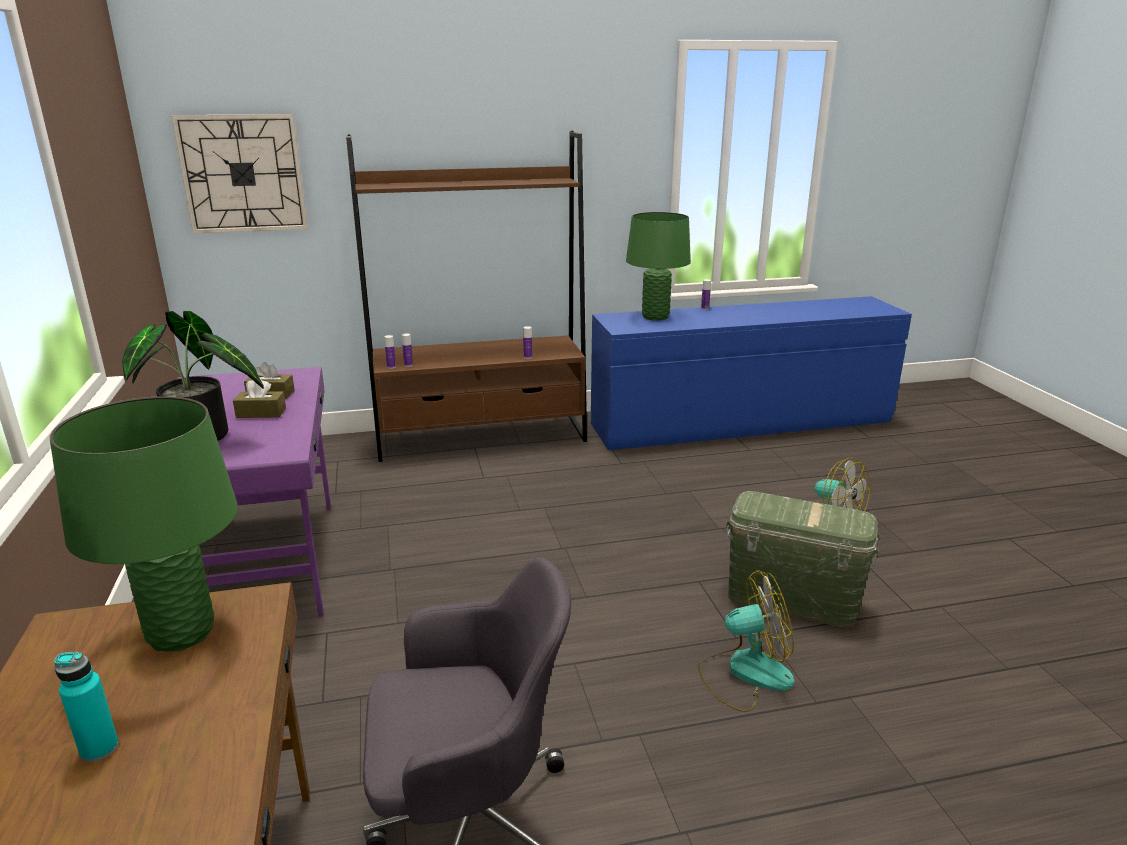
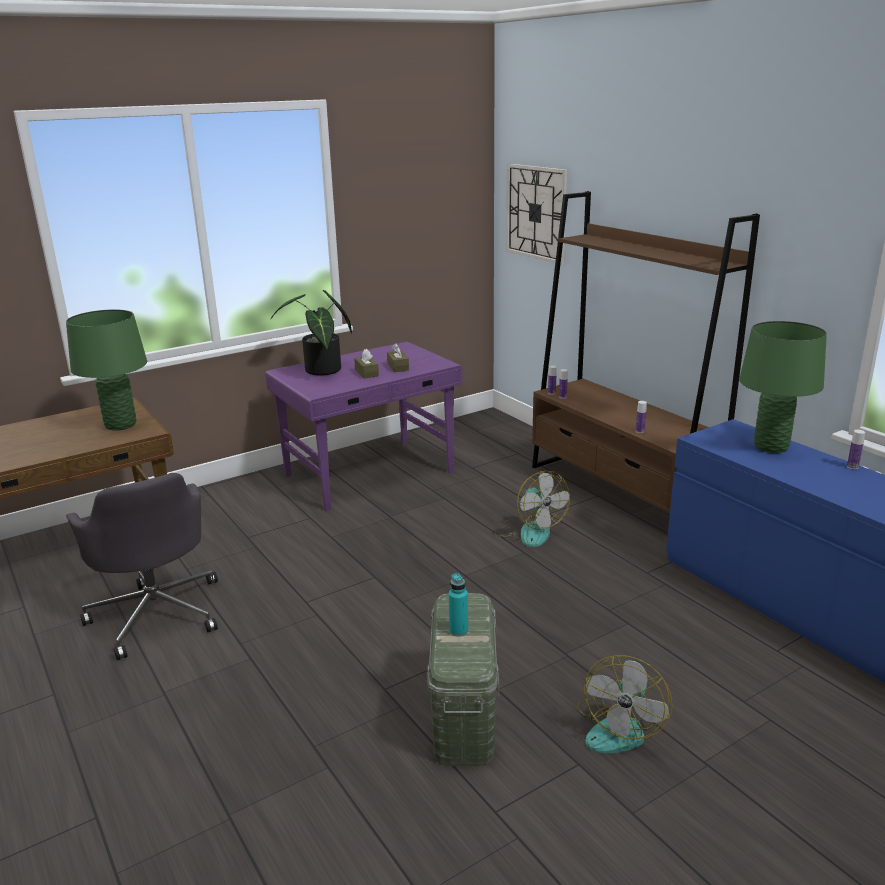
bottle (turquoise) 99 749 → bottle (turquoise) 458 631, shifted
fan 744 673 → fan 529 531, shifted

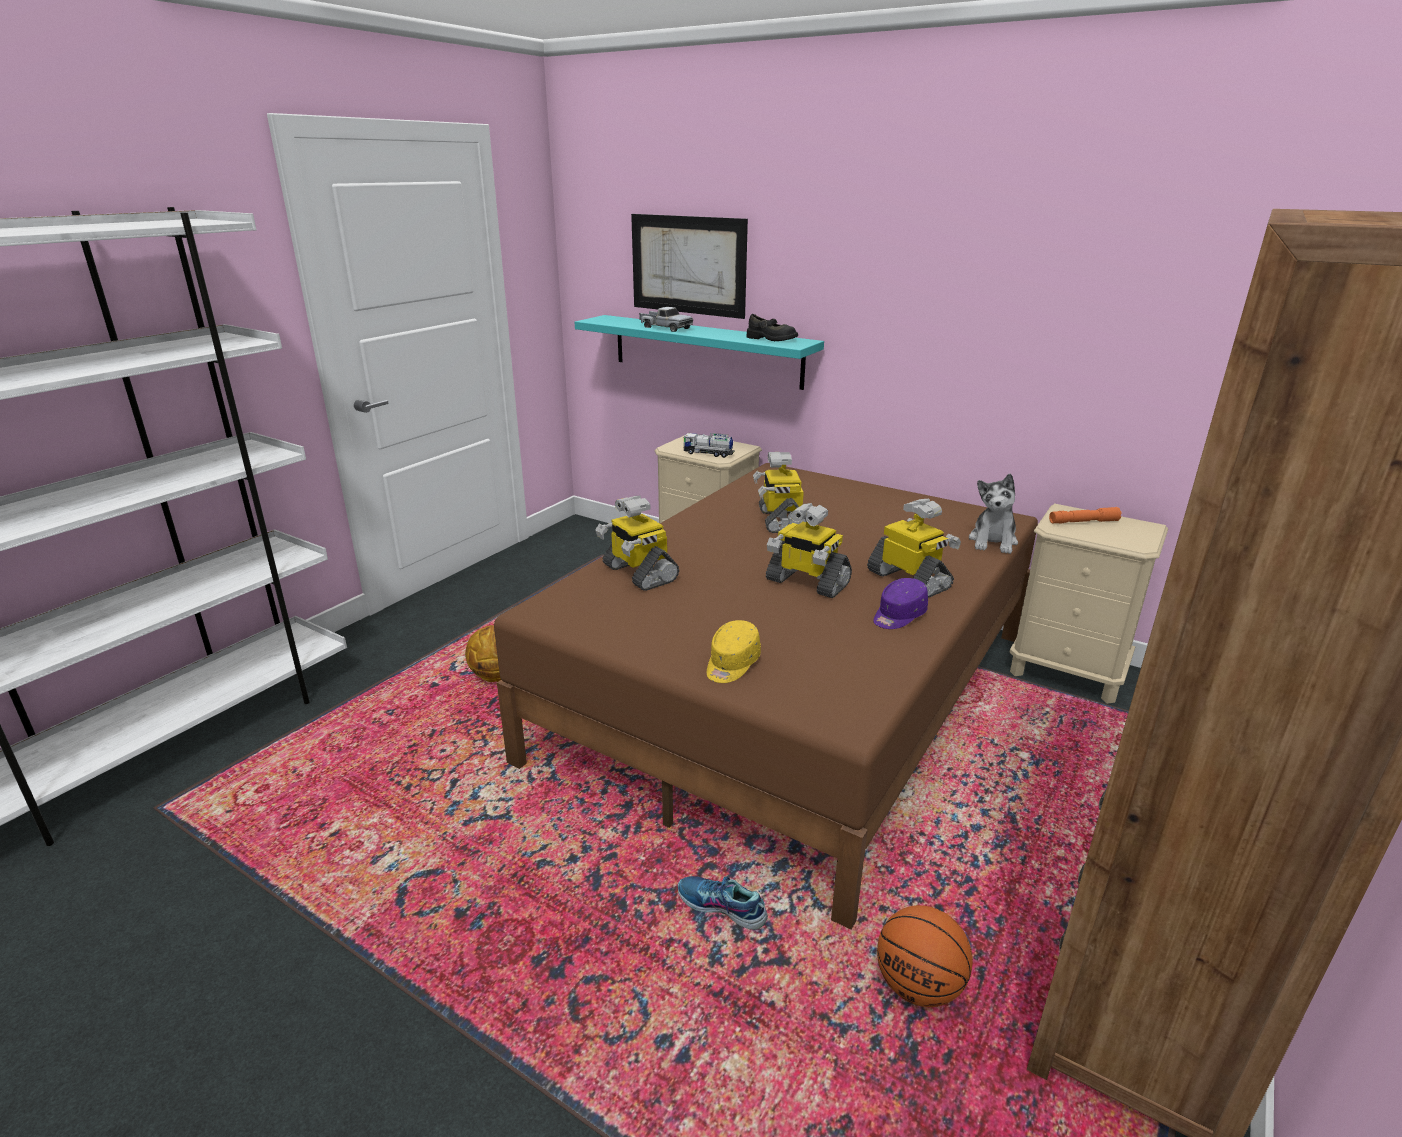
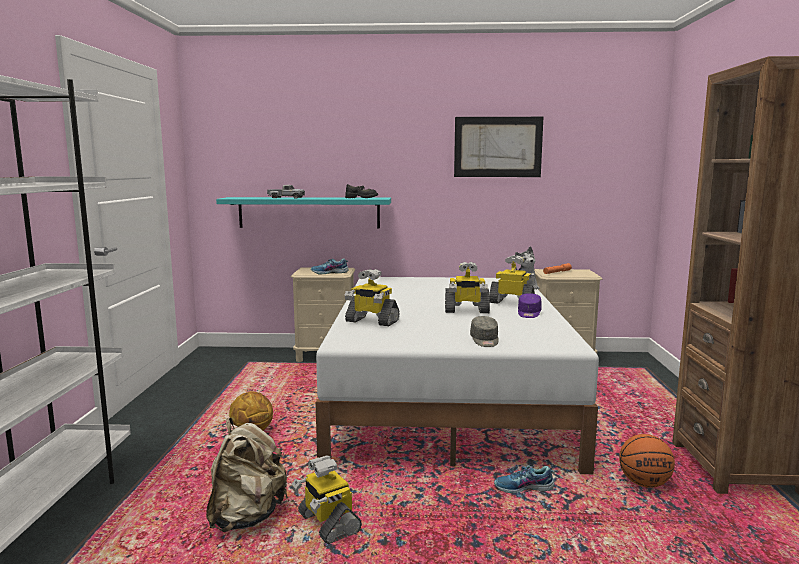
- → backpack (beige) 247 517
picture 688 265 → picture 498 147, shifted
toy robot 780 520 → toy robot 327 524, shifted
toy truck 708 453 → shoe 329 273
bed (brown) 793 694 → bed (white) 447 397
cap (yellow) 731 664 → cap (grey) 484 340

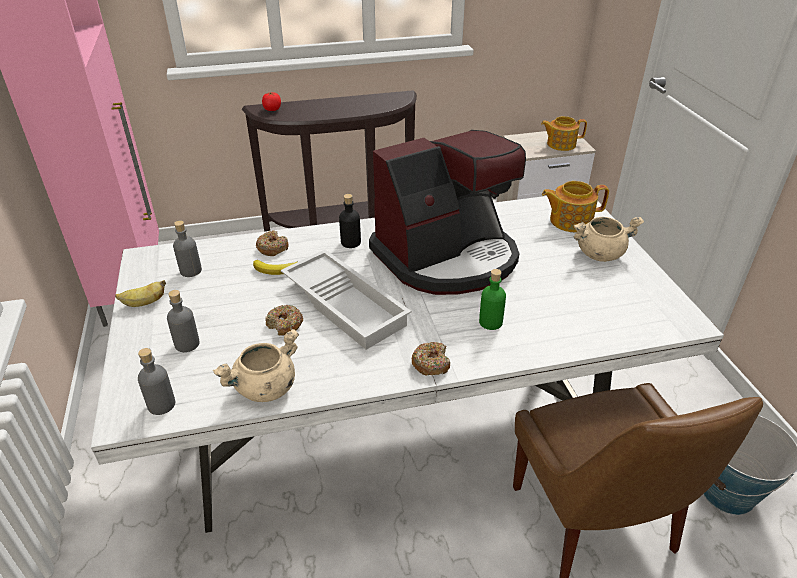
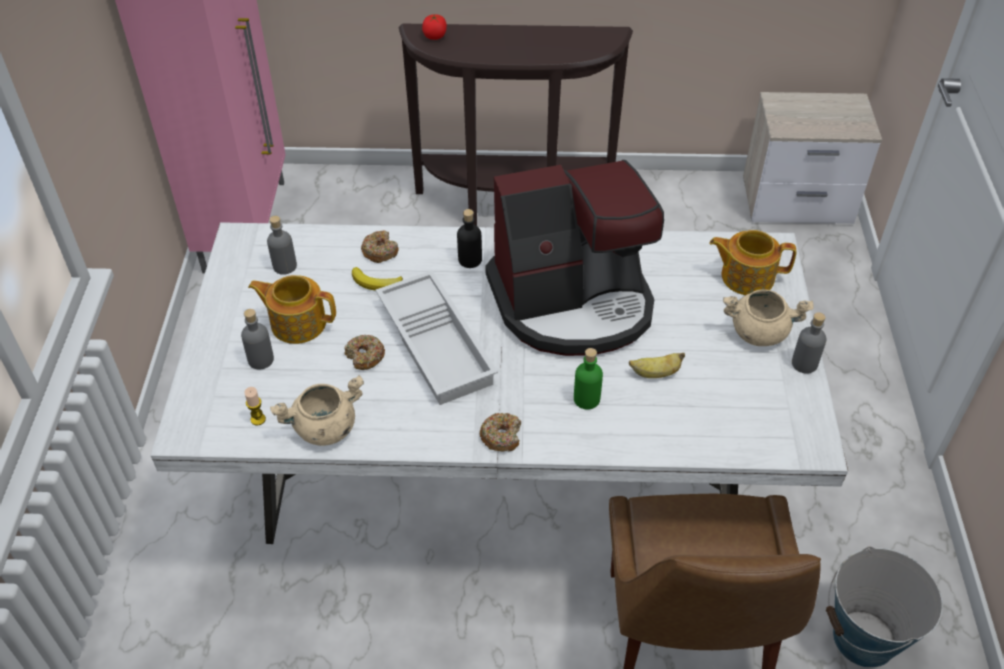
- → candle 258 419
banana 144 303 → banana 655 373, shifted
bottle (grey) 161 404 → bottle (grey) 804 363, shifted
teapot 560 144 → teapot 297 322, shifted

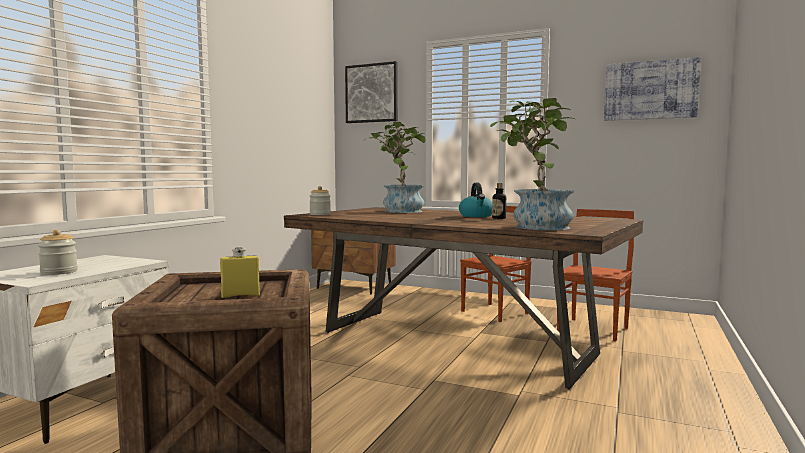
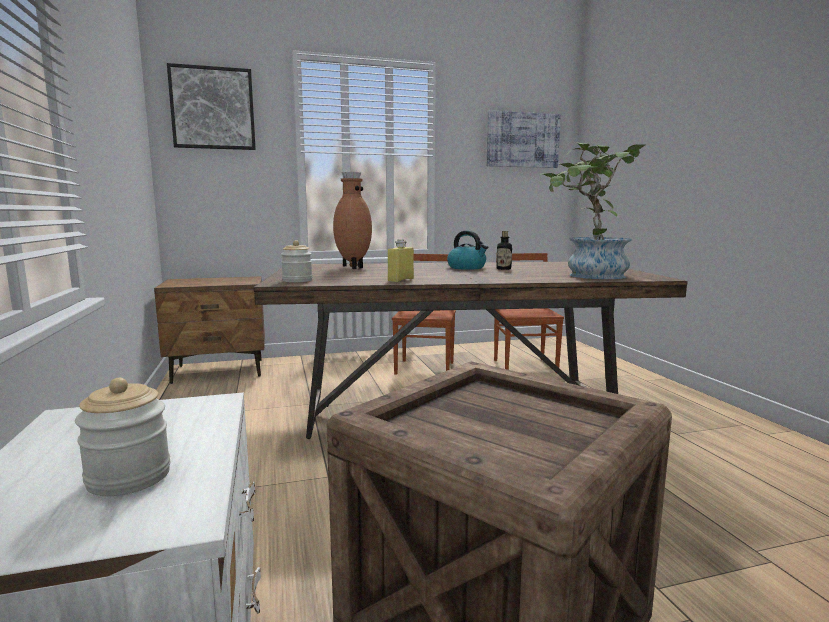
bottle (yellow) 240 295 → bottle (yellow) 400 280, shifted
potted plant 398 211 → vase (brown) 352 267

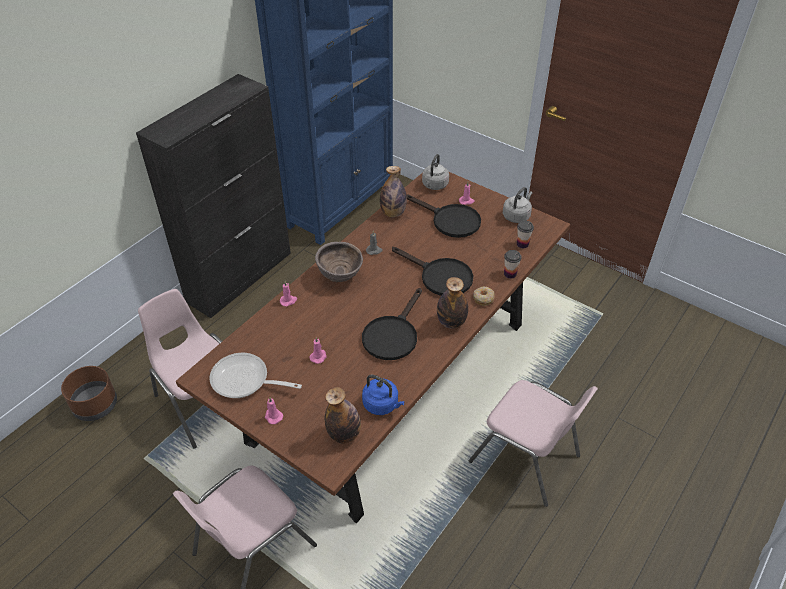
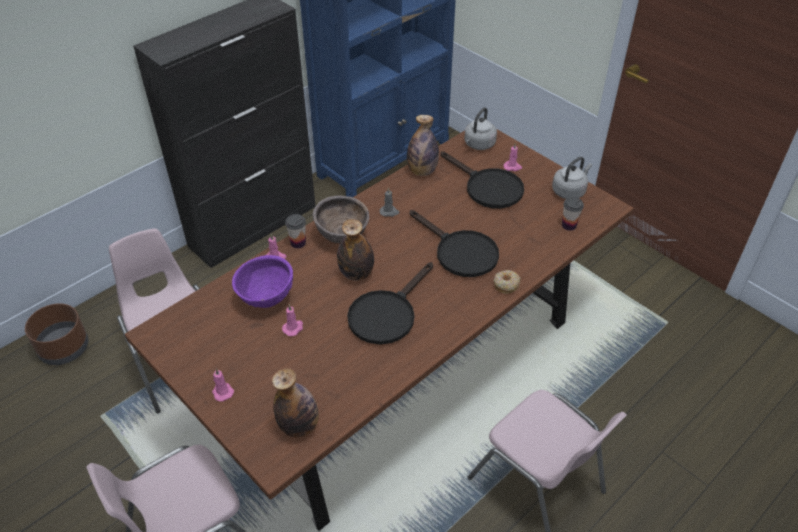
frying pan 245 381 → -
kettle (blue) 382 405 → -
- → bowl (purple) 266 299
bottle 451 322 → bottle 356 273, shifted
cup 510 274 → cup 298 243, shifted

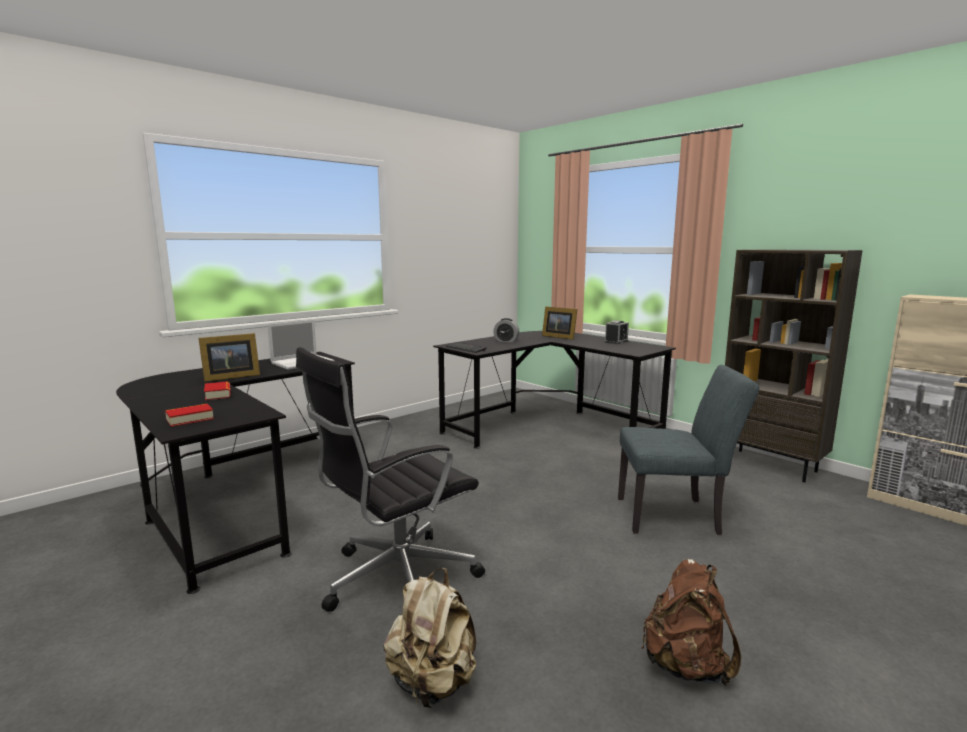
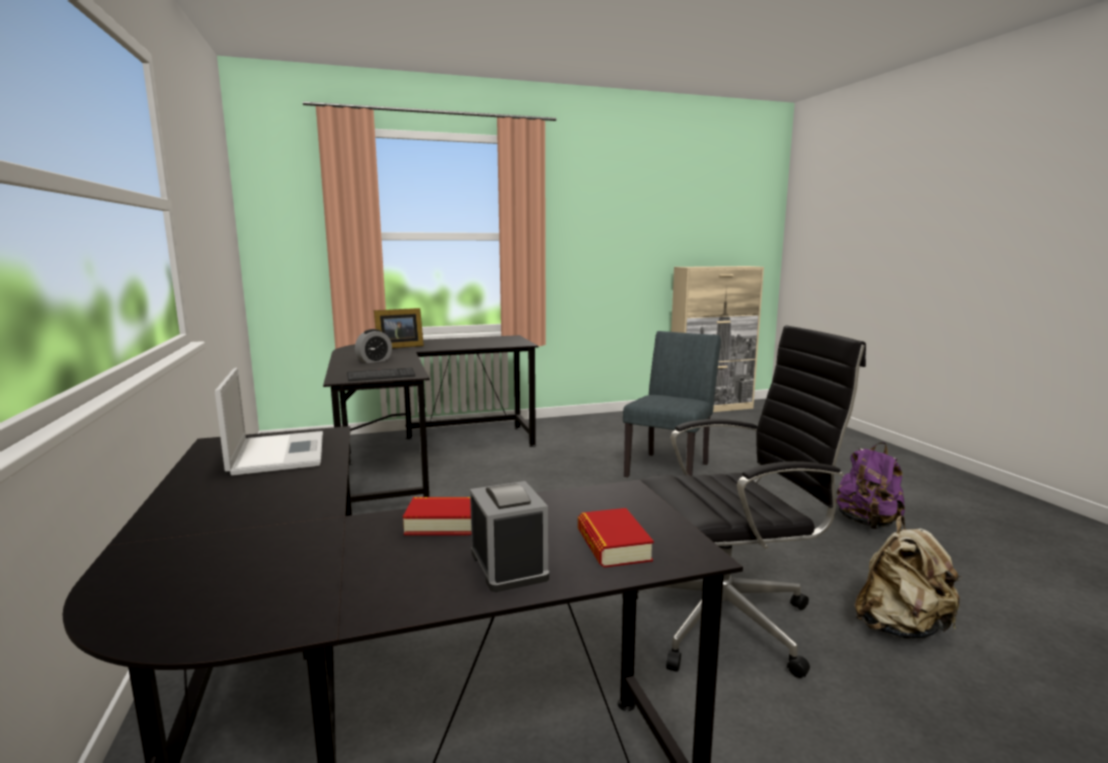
picture frame 229 377 → -
bookcase (brown) 771 465 → -
alarm clock 616 341 → alarm clock 508 565, shifted
backpack (brown) 685 665 → backpack (purple) 867 523
office chair (black) 395 580 → office chair (black) 726 619, 90 degrees counterclockwise

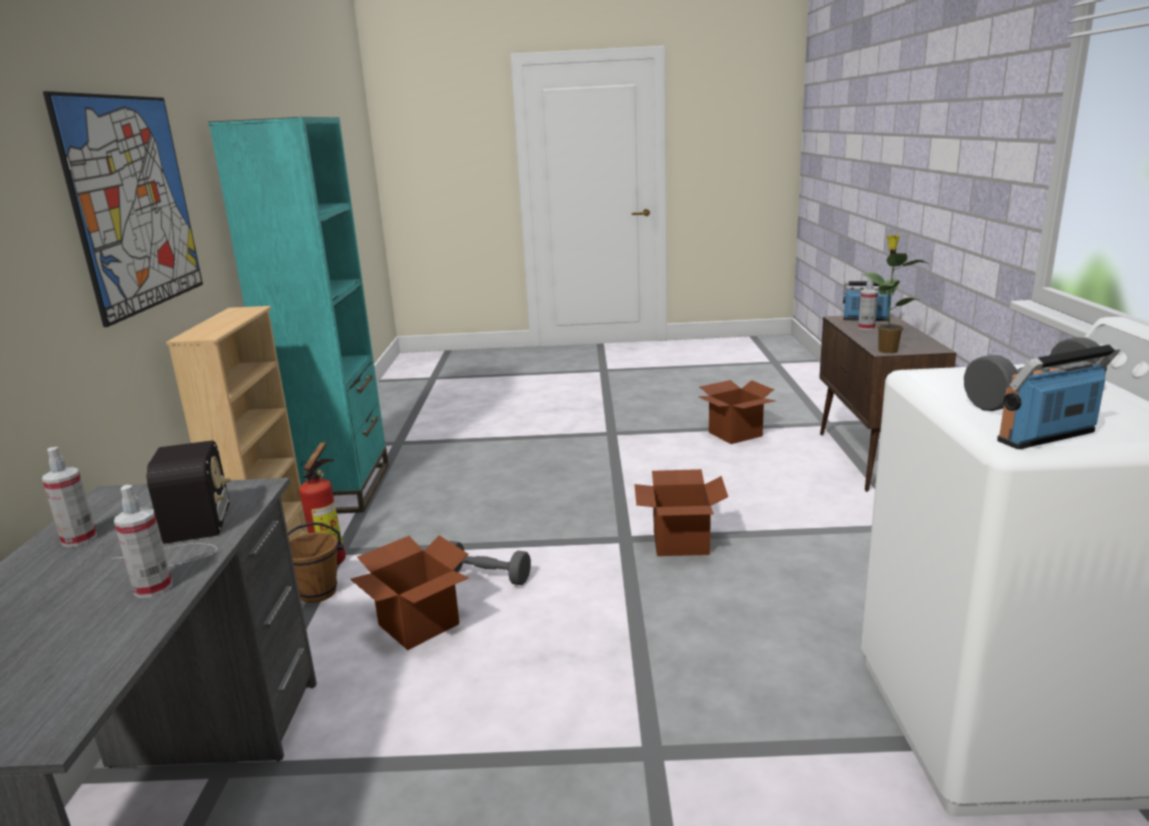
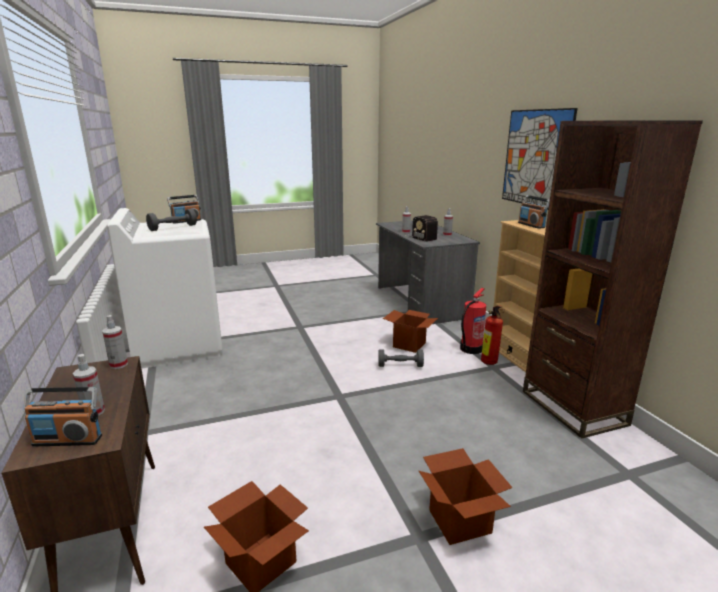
- → radio 531 225
cardboard box 681 542 → cardboard box 459 522, shifted
bucket (brown) 317 593 → fire extinguisher 470 349
potted plant 887 350 → spray bottle 118 365
bookcase (turquoise) 340 489 → bookcase (brown) 573 408

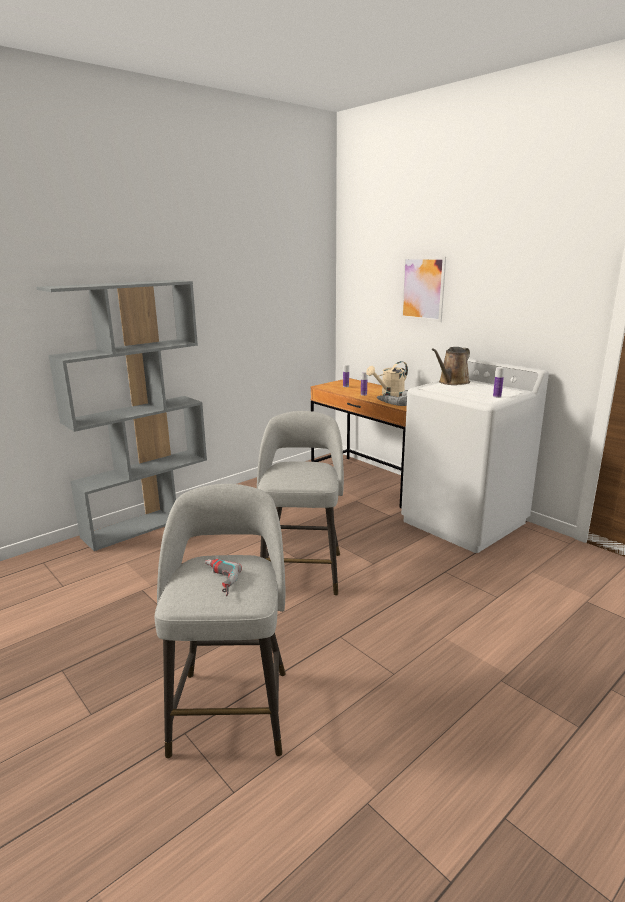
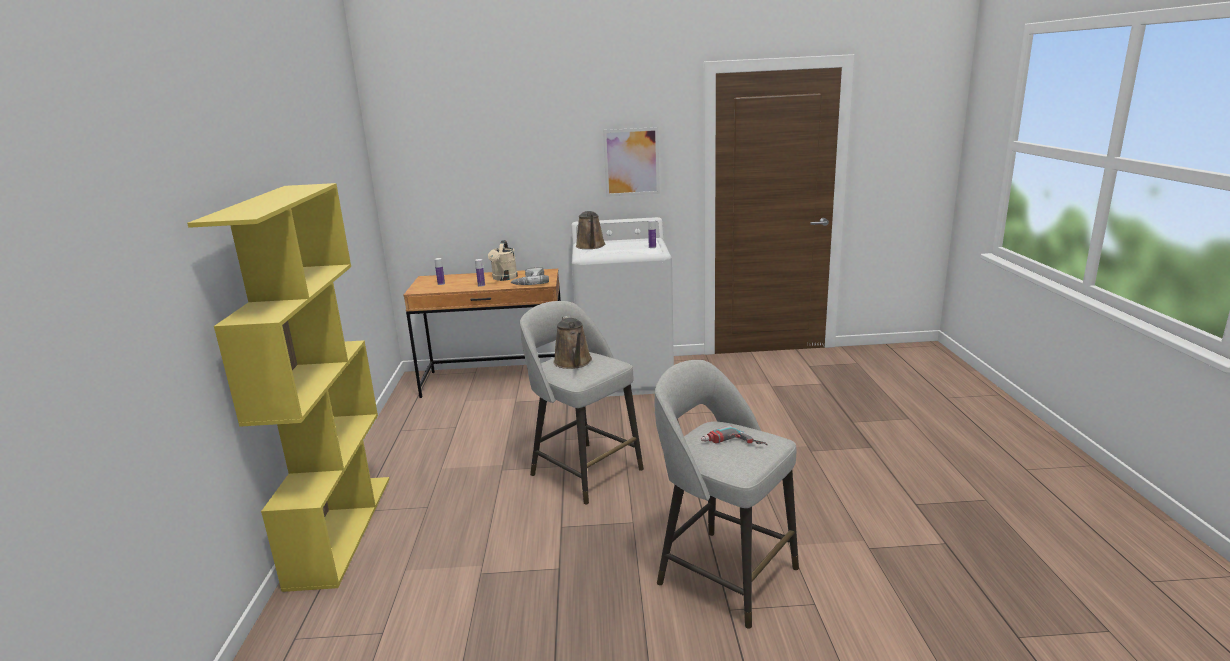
- → watering can (brown) 573 362
picture 422 288 → picture 631 162, shifted
bookcase (grey) 148 522 → bookcase (yellow) 341 528

